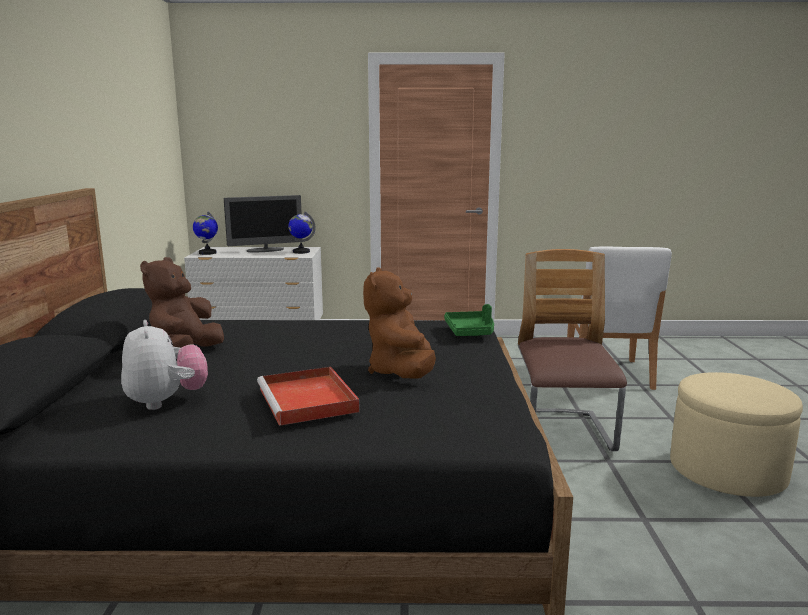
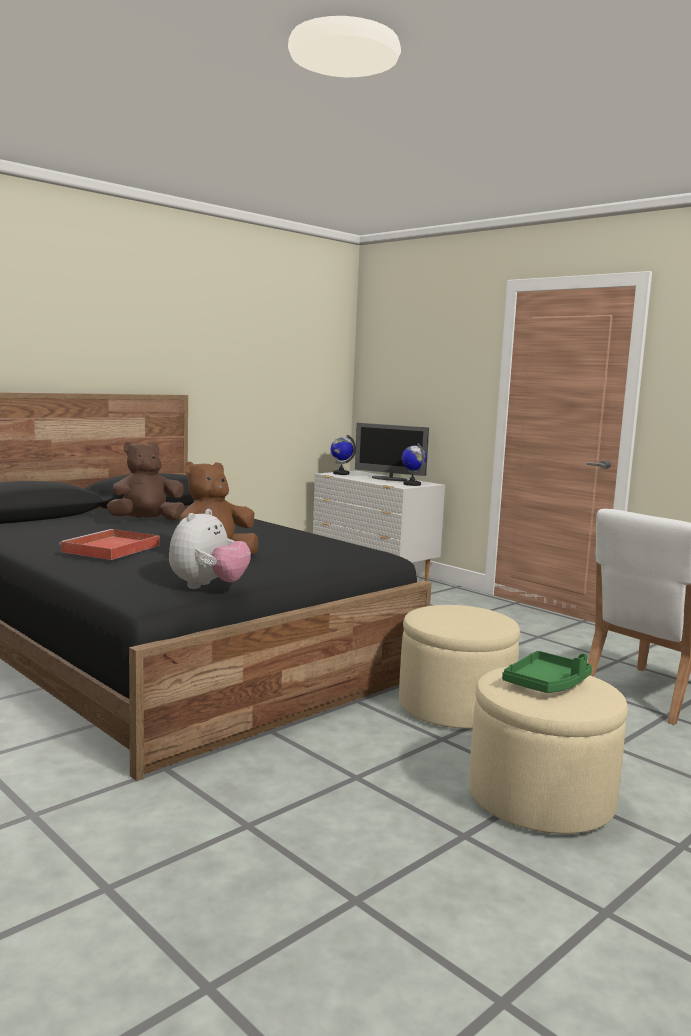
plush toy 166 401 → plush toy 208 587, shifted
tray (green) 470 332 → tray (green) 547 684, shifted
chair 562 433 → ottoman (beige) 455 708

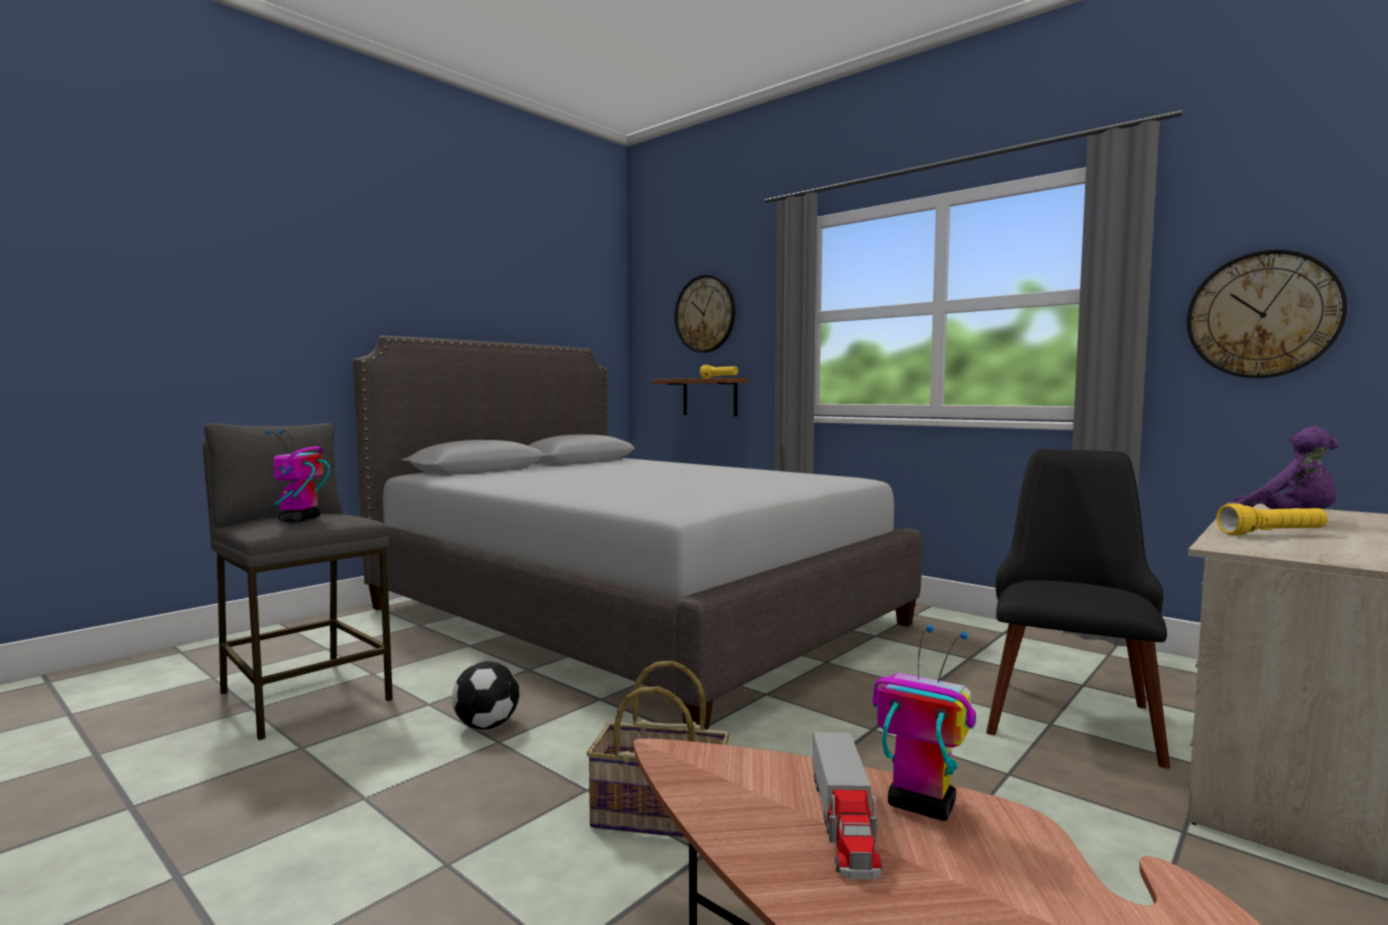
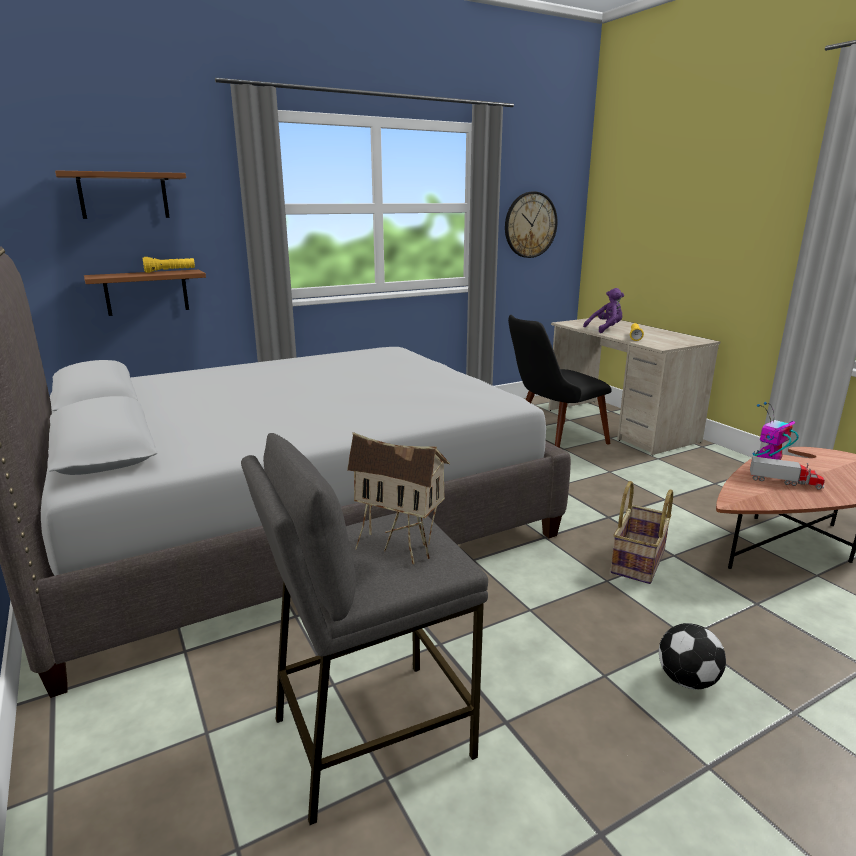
football 487 725 → football 686 680, shifted
toy robot 299 520 → toy house 399 547
wall clock 705 314 → shelf (brown) 123 195
chair (black) 1070 709 → chair (black) 550 440, 75 degrees counterclockwise

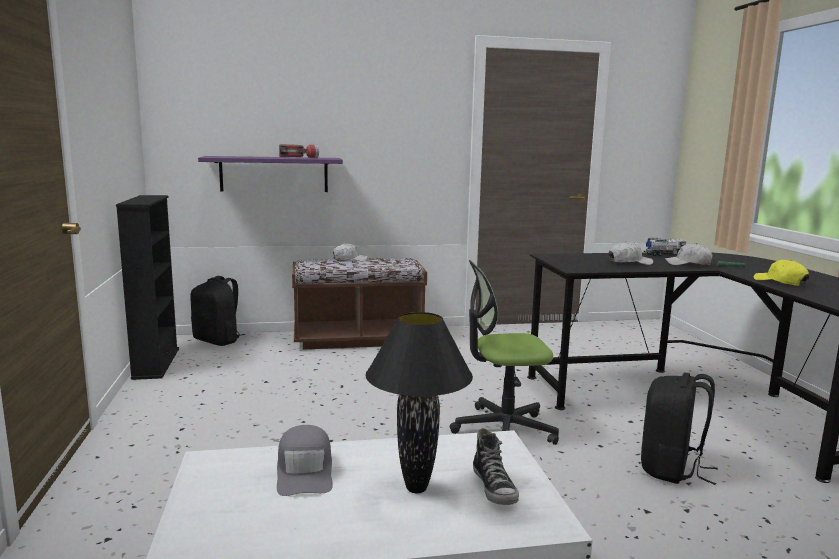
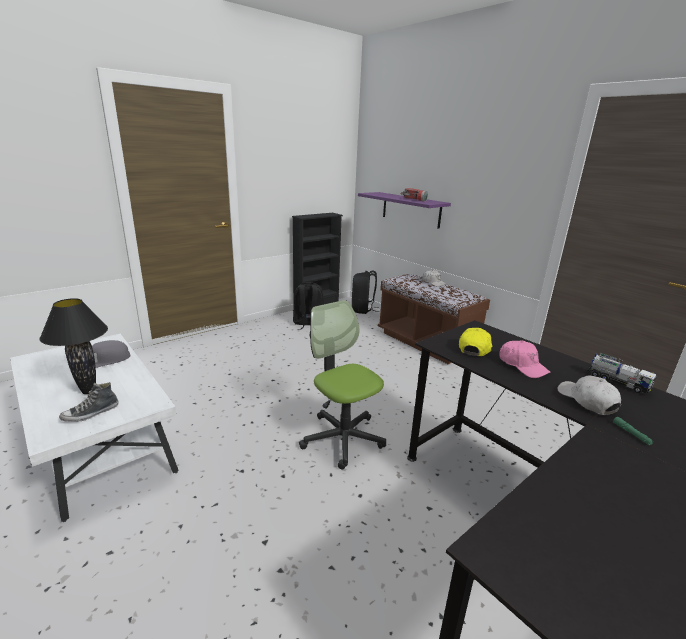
backpack (black) 672 469 → backpack (black) 308 323, shifted
cap (yellow) 780 282 → cap (yellow) 475 348, shifted
cap (white) 629 262 → cap (pink) 522 365

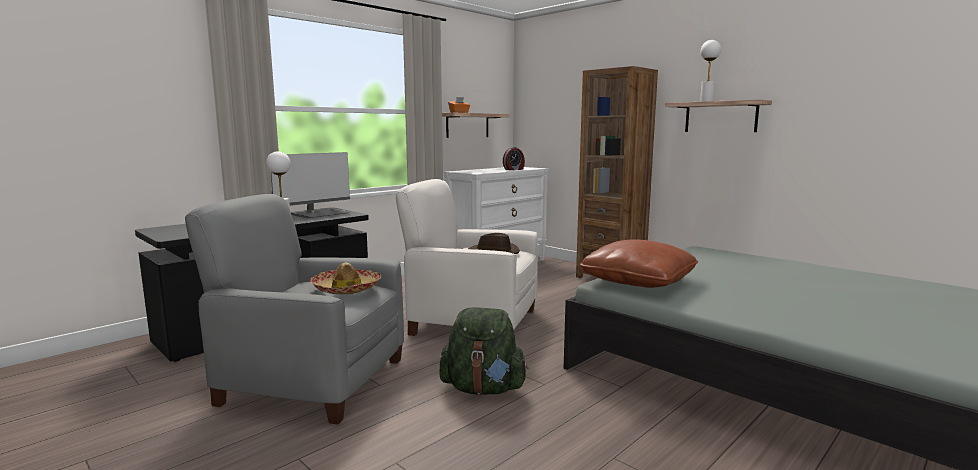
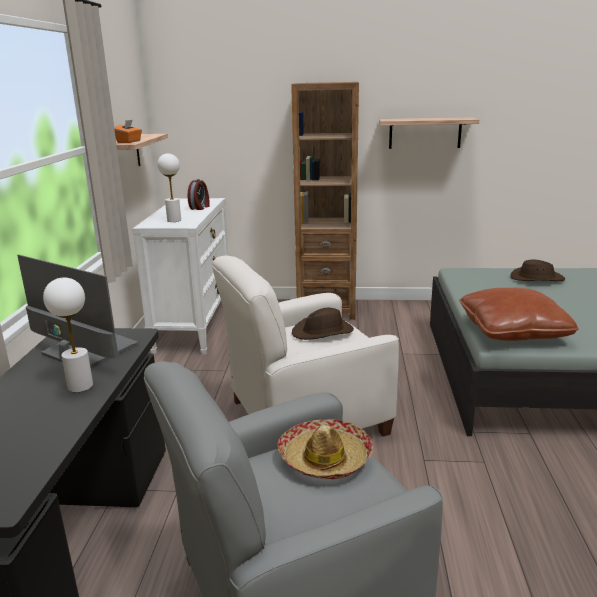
backpack (green) 483 388 → -
- → hat (brown) 536 278
table lamp (white) 706 101 → table lamp (white) 174 220, shifted
monitor 319 214 → monitor 88 351, 60 degrees counterclockwise

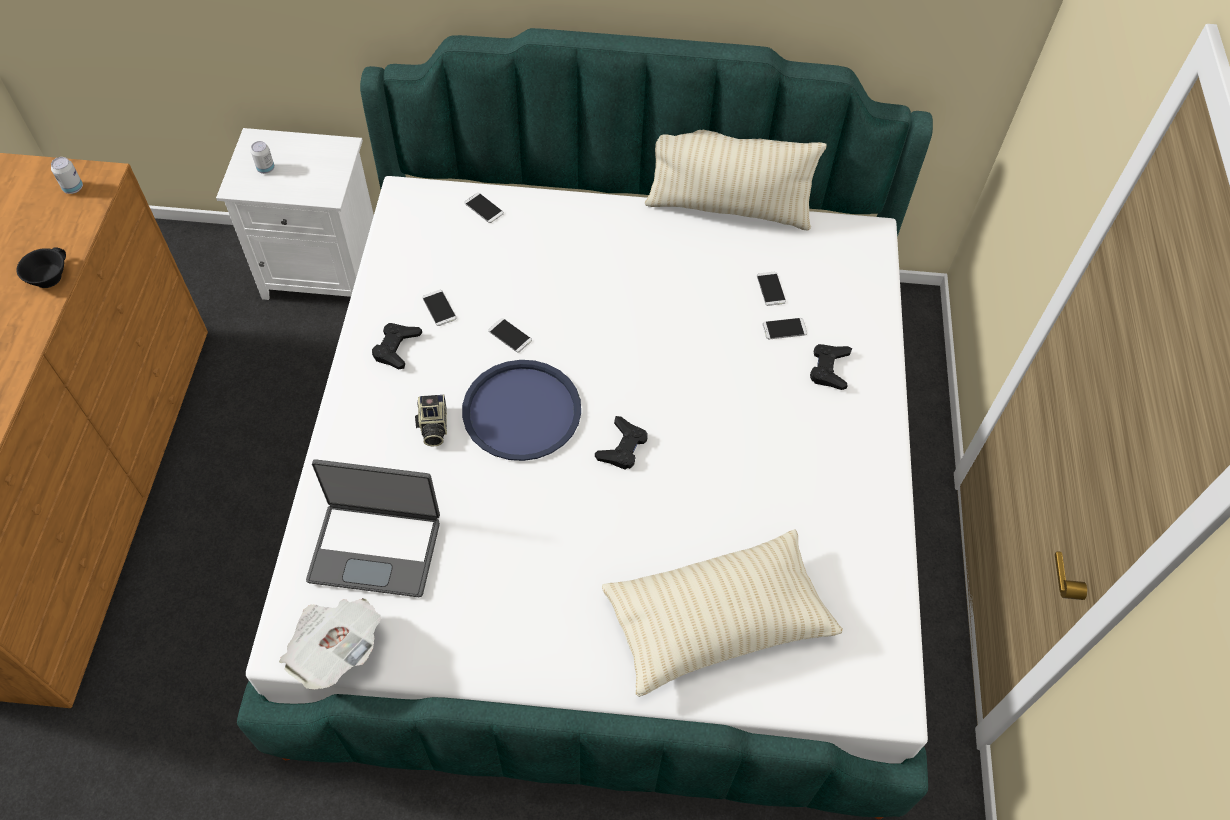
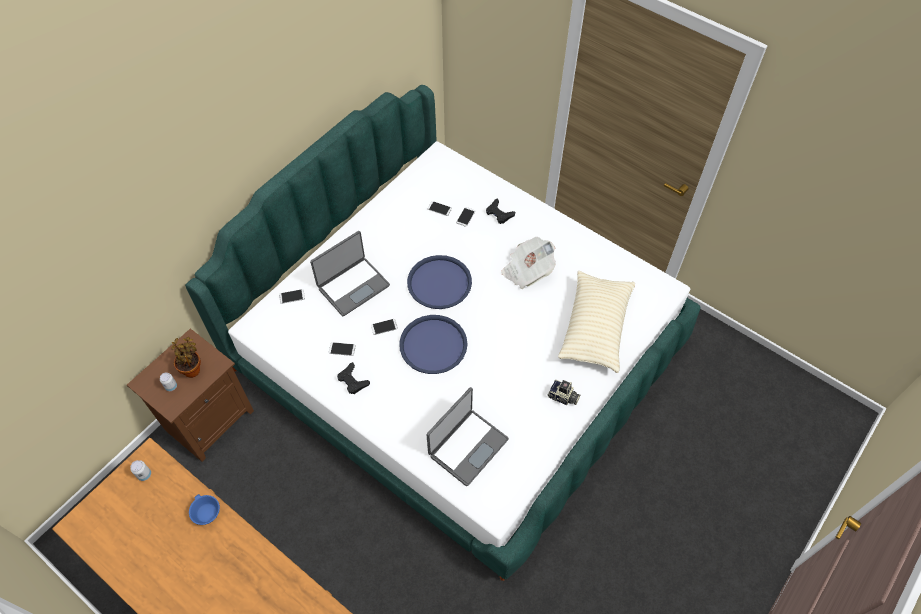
game controller (black) 622 447 → -
pillow (beige) 728 208 → -
- → potted plant 192 369
- → laptop 353 286
- → tray (blue) 439 283
newspaper 334 649 → newspaper 527 270, shifted
photo camera 433 426 → photo camera 563 398, shifted
cup (black) 47 276 → cup (blue) 206 513
nightstand (white) 324 271 → nightstand (brown) 209 418

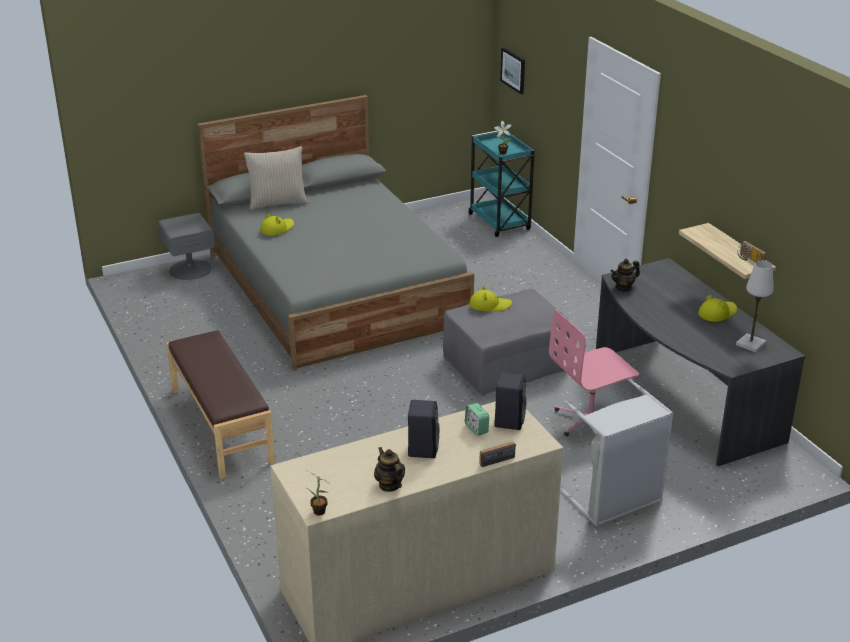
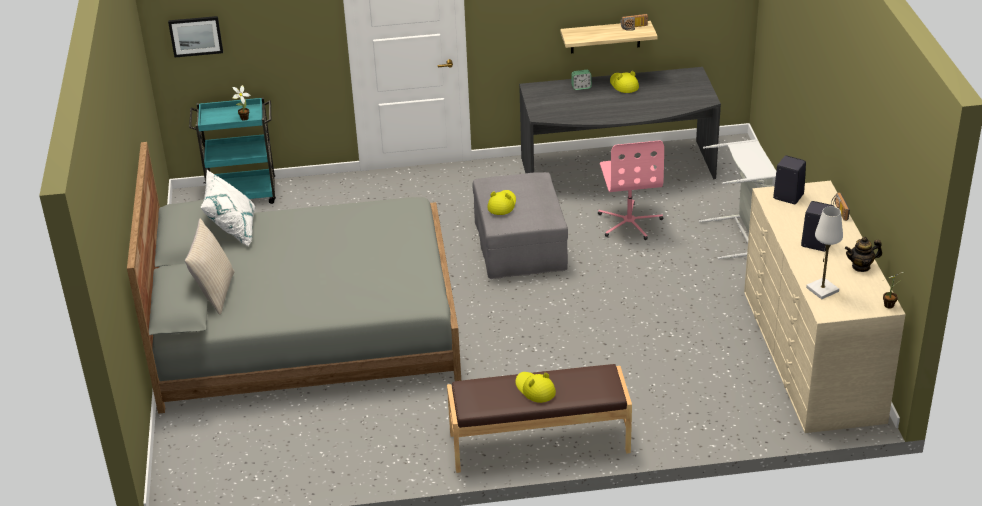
nightstand (grey) 190 269 → -
teapot 623 287 → -
- → pillow (white) 232 230
hat (yellow) 277 229 → hat (yellow) 535 389, shifted
alarm clock 476 429 → alarm clock 581 87, shifted
table lamp (white) 750 344 → table lamp (white) 822 289, shifted

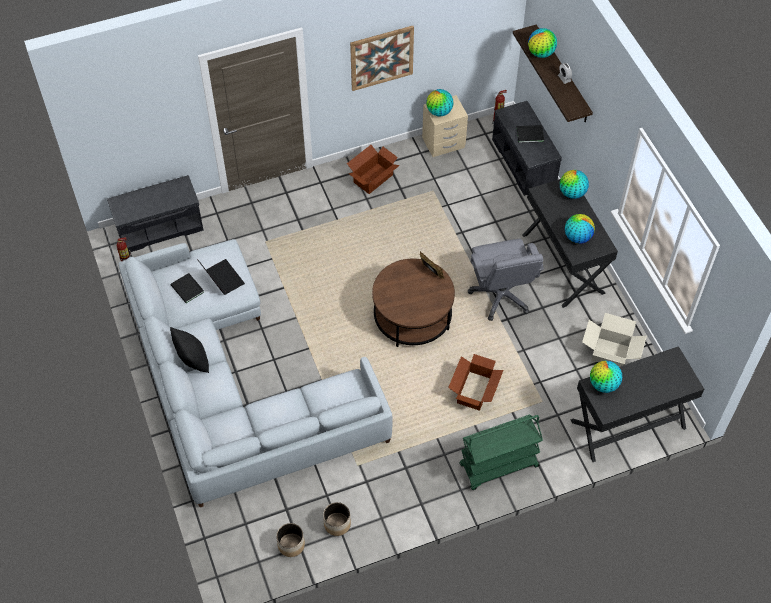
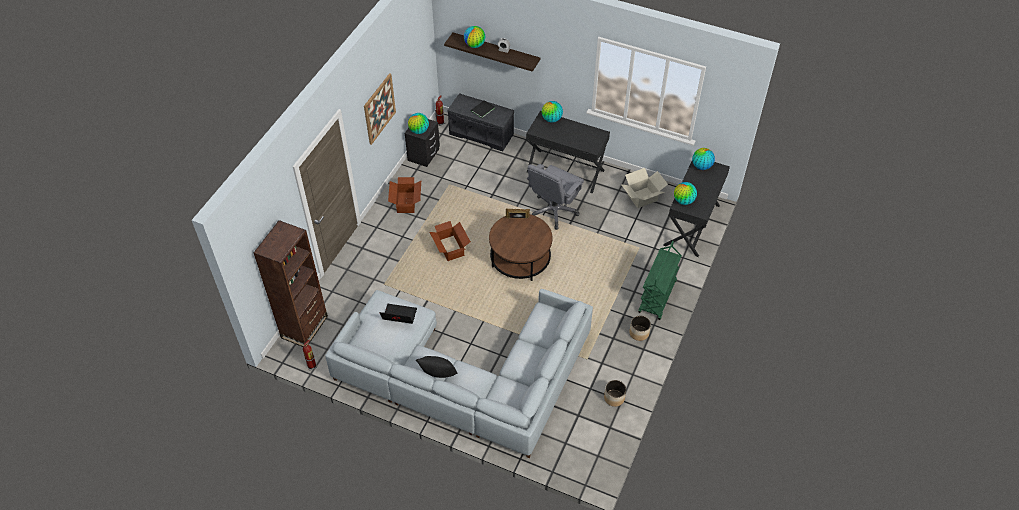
book (black) 187 289 → -
planter 291 545 → planter 639 333, shifted
cardboard box 475 391 → cardboard box 451 248, shifted
globe 577 237 → globe 701 166, shifted
bench (grey) 160 227 → bookcase (brown) 304 327
nightstand (beige) 443 143 → nightstand (black) 423 155
office chair (grey) 501 295 → office chair (grey) 554 211, 90 degrees clockwise

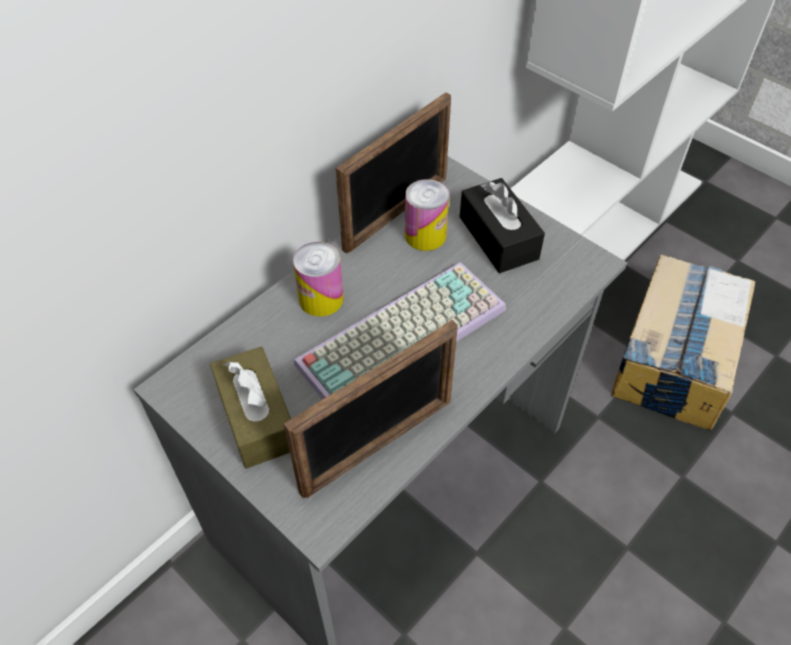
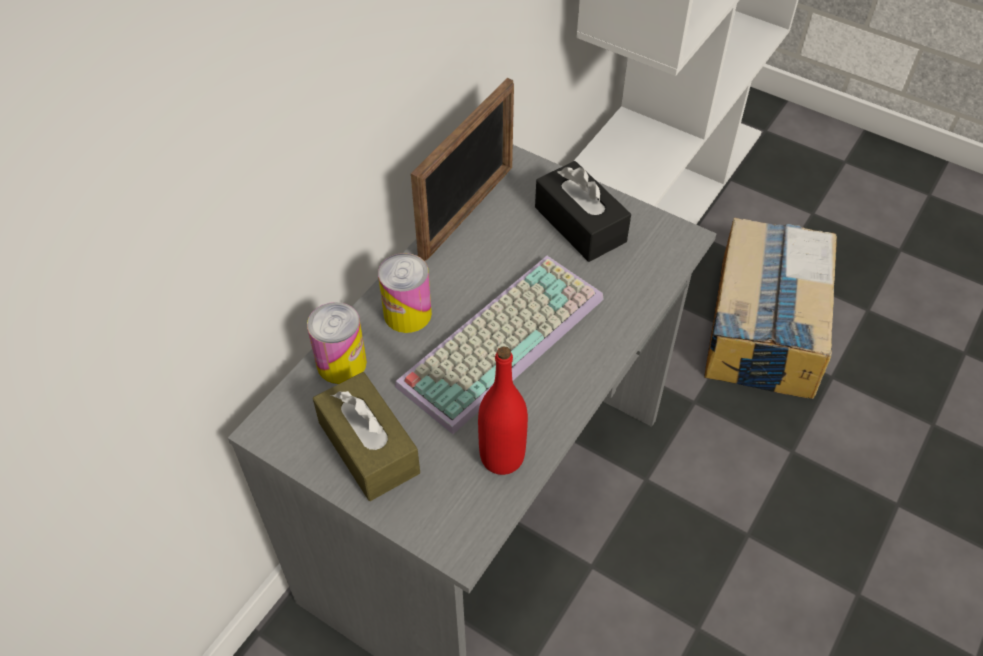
can 425 235 → can 341 363, shifted
picture frame 378 445 → bottle (red) 502 457

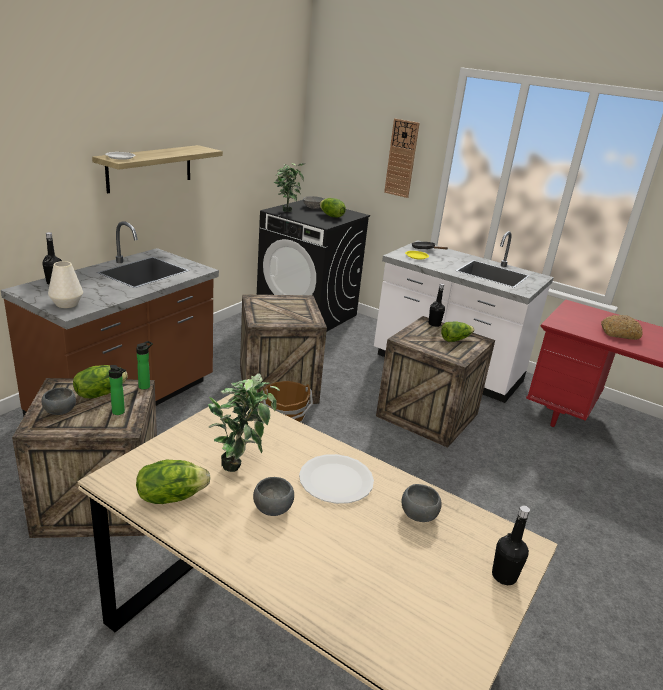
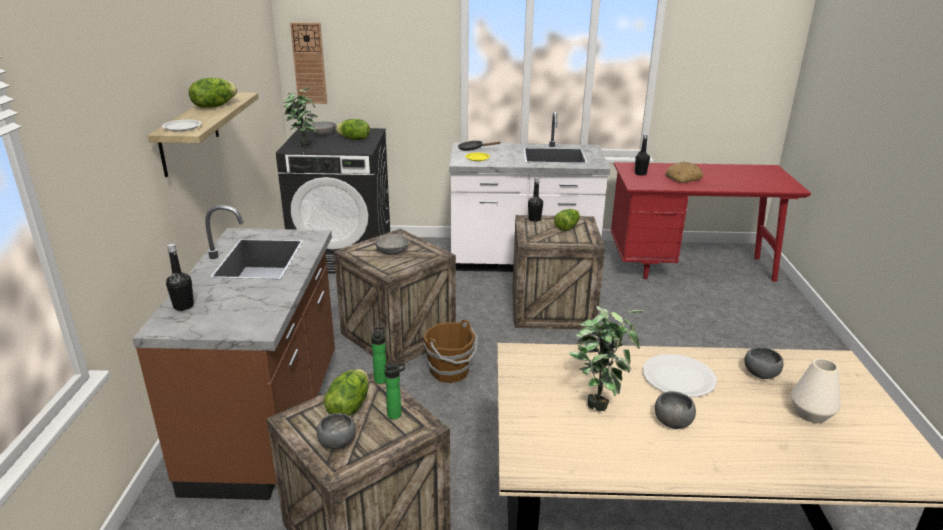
- → bowl (grey) 392 252
vase (white) 67 304 → vase (white) 811 413, shifted
lettuce 171 496 → lettuce 214 106, shifted
wall clock 401 158 → wall clock 309 63, shifted
bottle (black) 504 576 → bottle (black) 640 173, shifted

